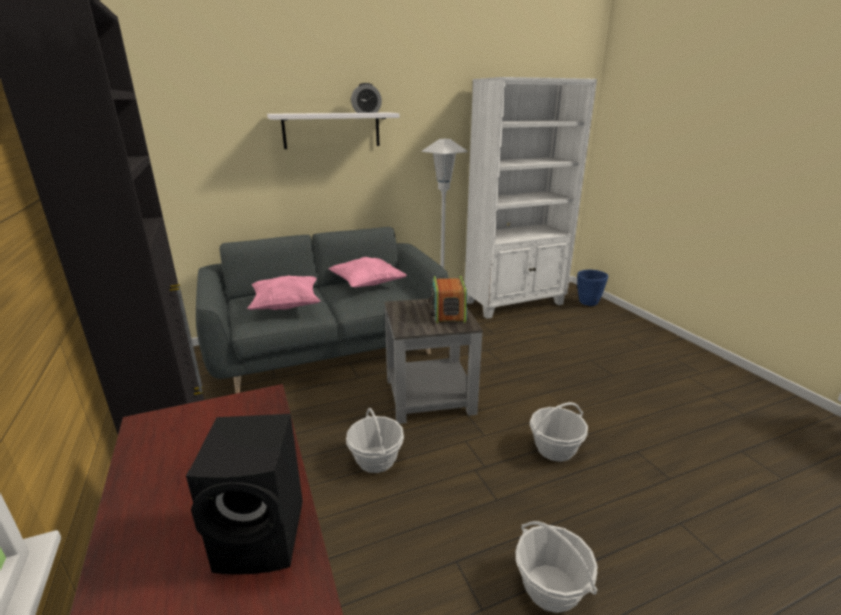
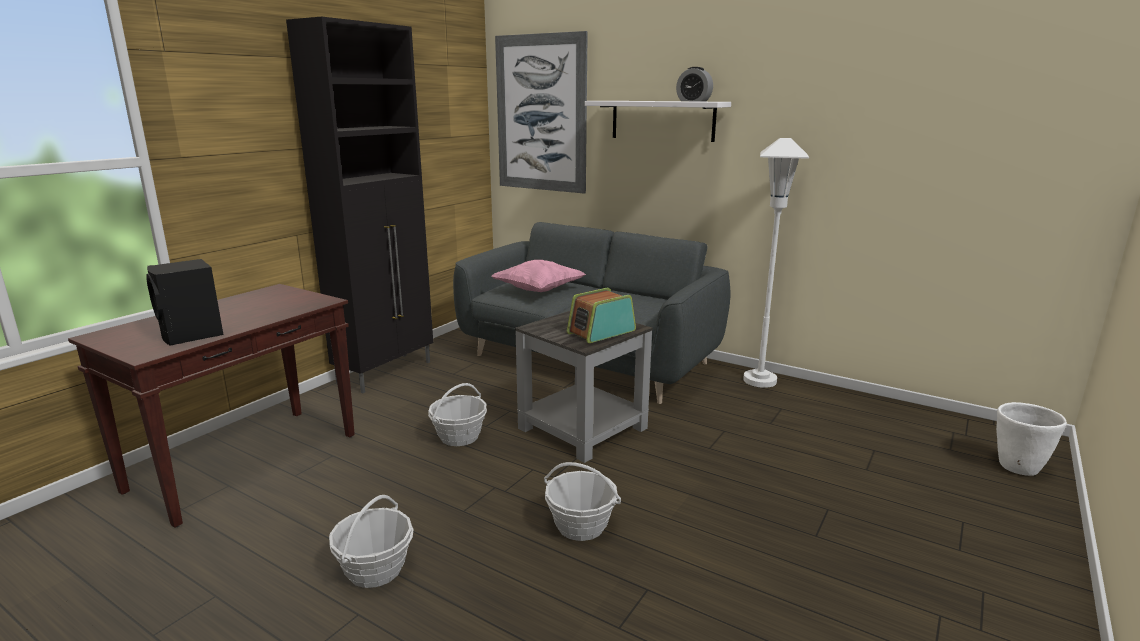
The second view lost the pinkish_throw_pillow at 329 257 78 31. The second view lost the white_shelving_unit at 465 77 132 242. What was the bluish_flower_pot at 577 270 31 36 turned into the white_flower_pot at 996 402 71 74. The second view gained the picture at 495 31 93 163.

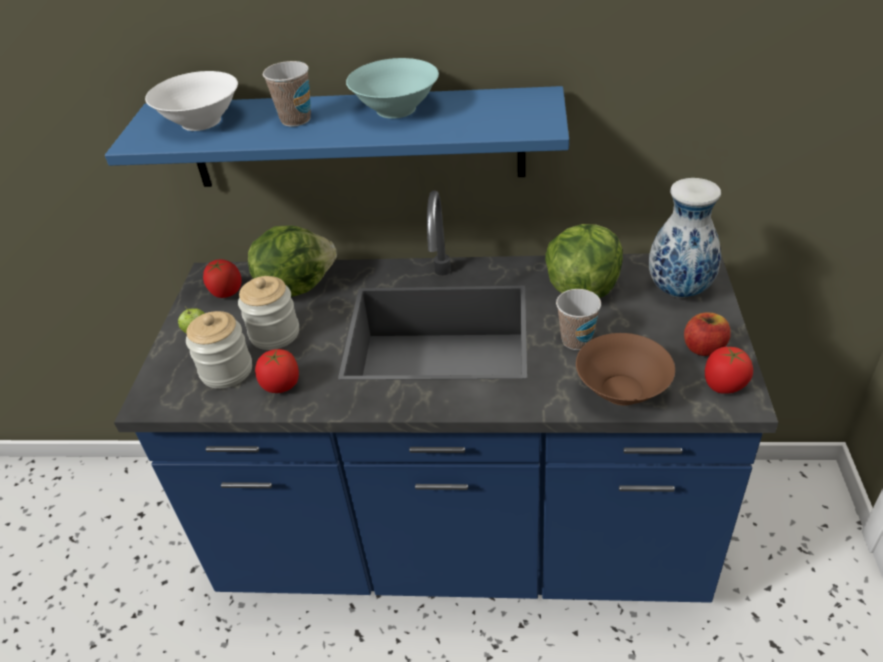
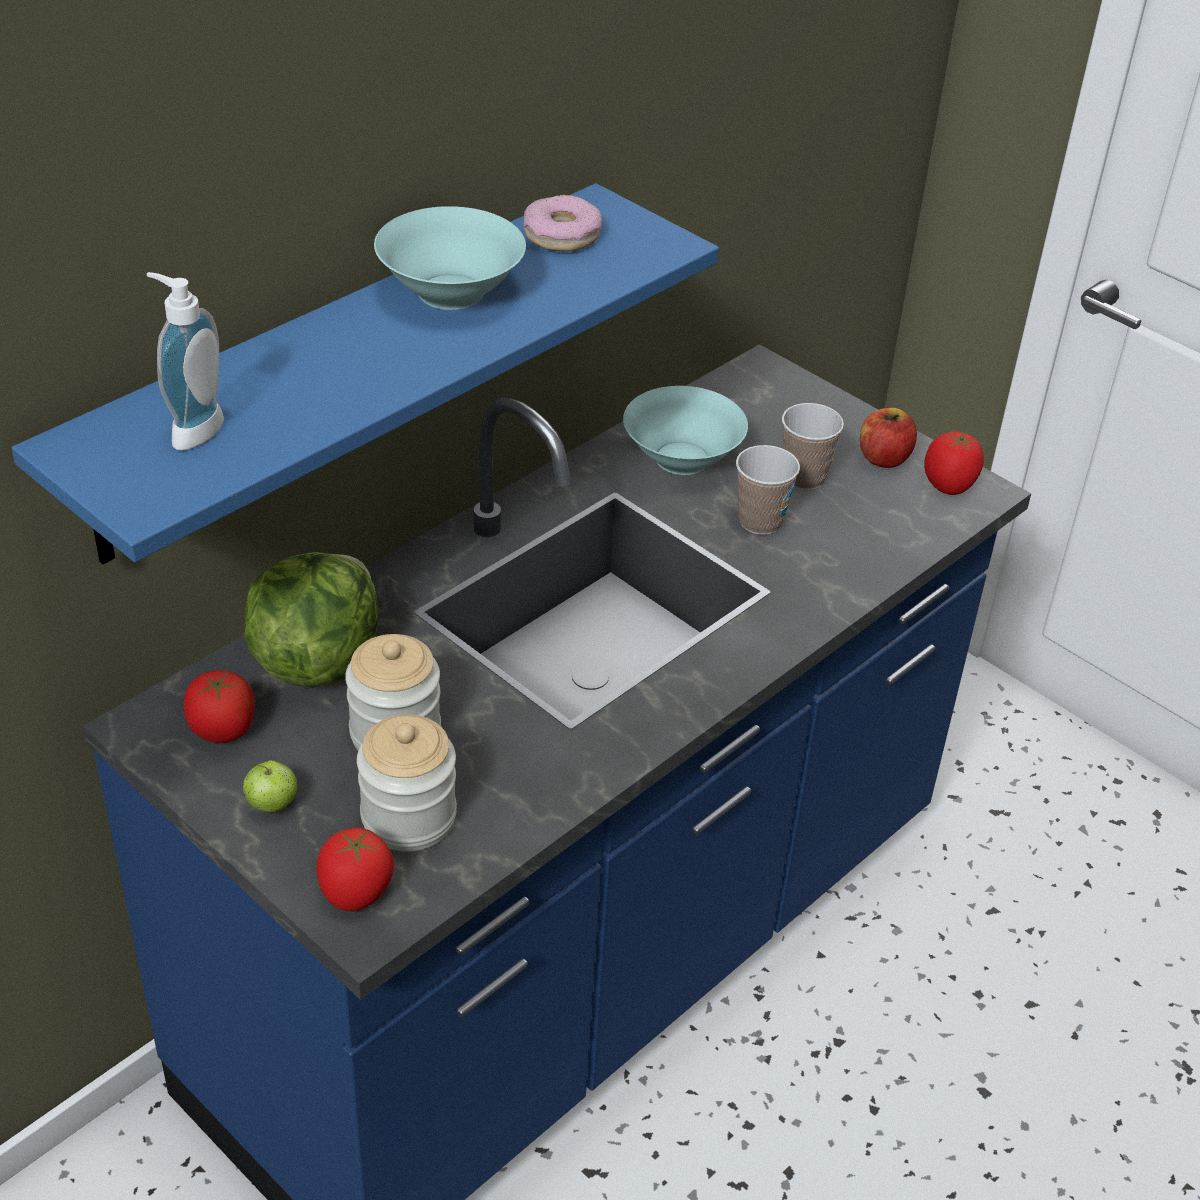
Where the white_serving_bowl stood at 145 71 93 60, the liquid_soap_bottle came to stand at 147 272 77 178. The whole_tomato ended up elsewhere, having gone from 255 349 44 44 to 316 827 78 84. The small_cup ended up elsewhere, having gone from 263 61 48 66 to 782 403 62 87. Where the head_of_lettuce stood at 545 224 78 74, the blue-green_serving_bowl came to stand at 623 386 125 89. The second view lost the brown-coloured_serving_bowl at 576 333 99 73. The second view lost the decorative_vase at 649 178 72 120. The second view gained the donut at 523 195 79 56.

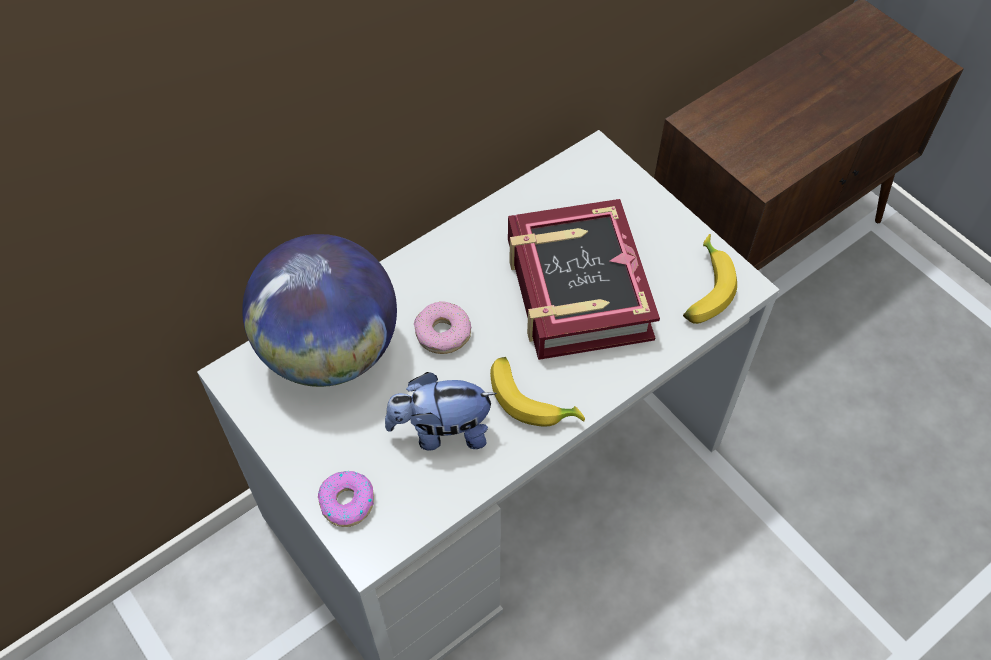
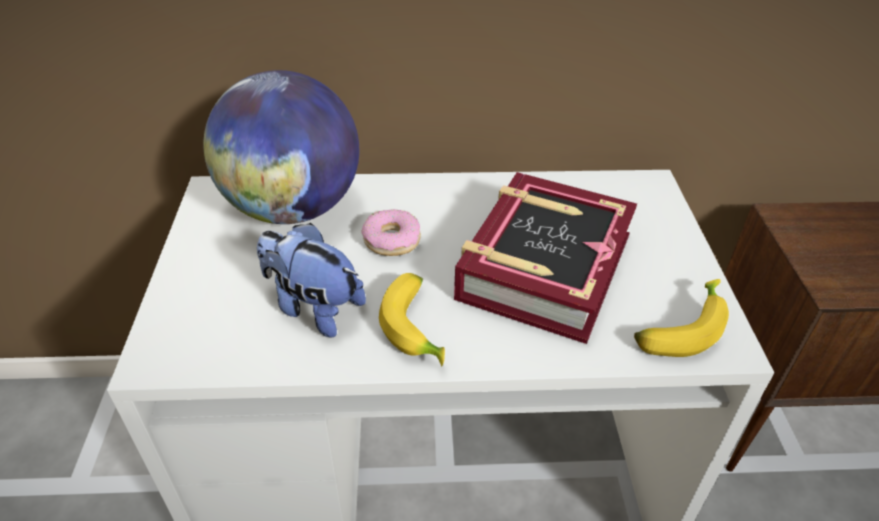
The second view lost the donut at 318 471 56 56.

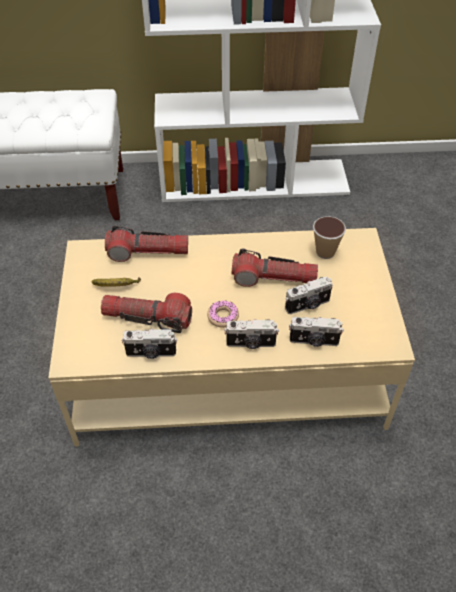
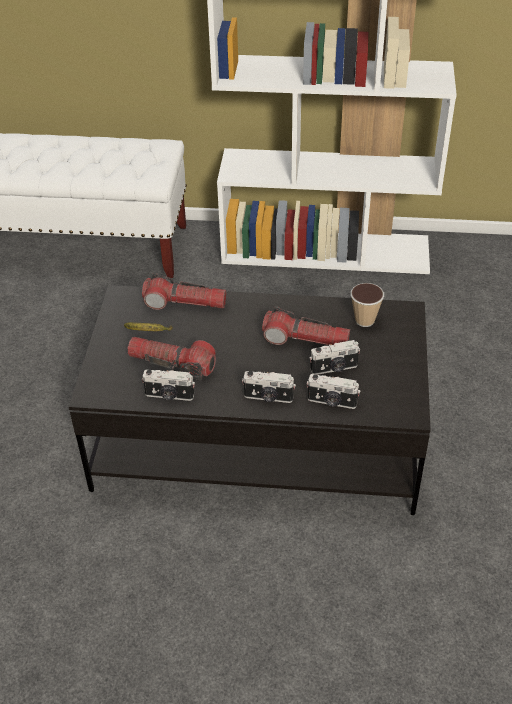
What was the beige_coffee_table at 48 228 367 219 turned into the black-coloured_coffee_table at 69 285 362 230. The second view lost the donut at 207 300 32 28.

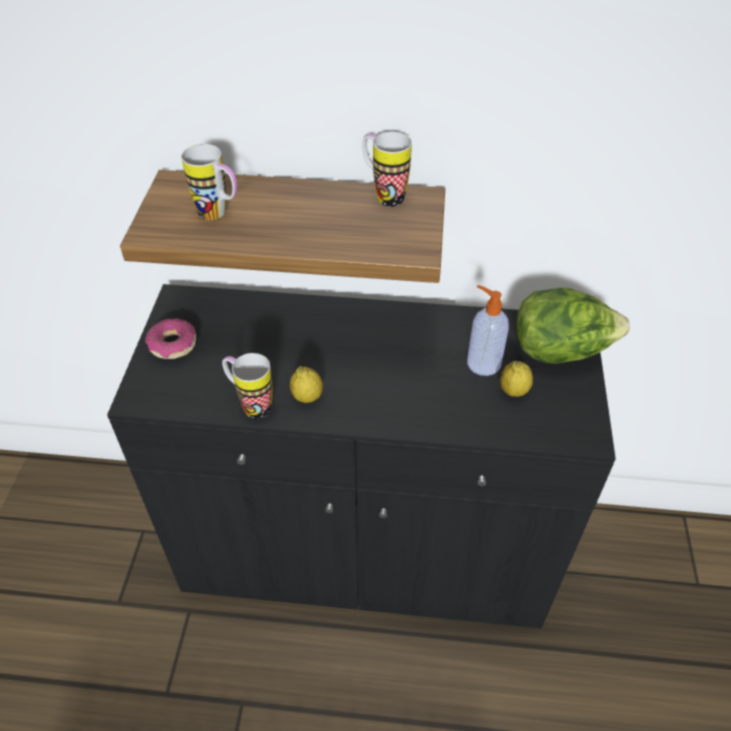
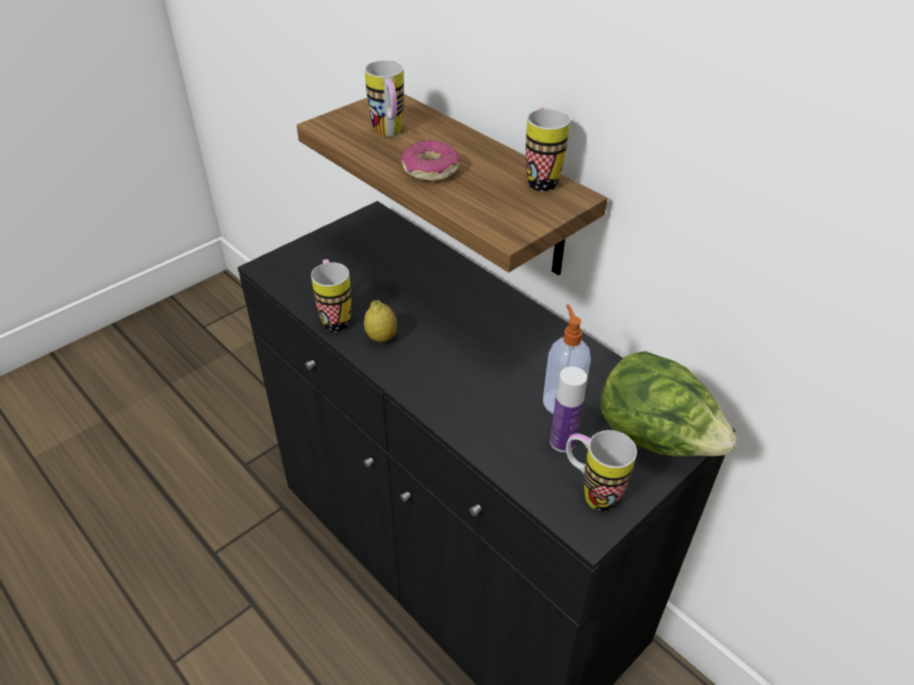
The donut ended up elsewhere, having gone from 145 318 51 41 to 400 140 61 41. Where the lemon stood at 500 361 33 36, the beverage_bottle came to stand at 550 366 37 86. The second view gained the tea_mug at 566 430 71 82.

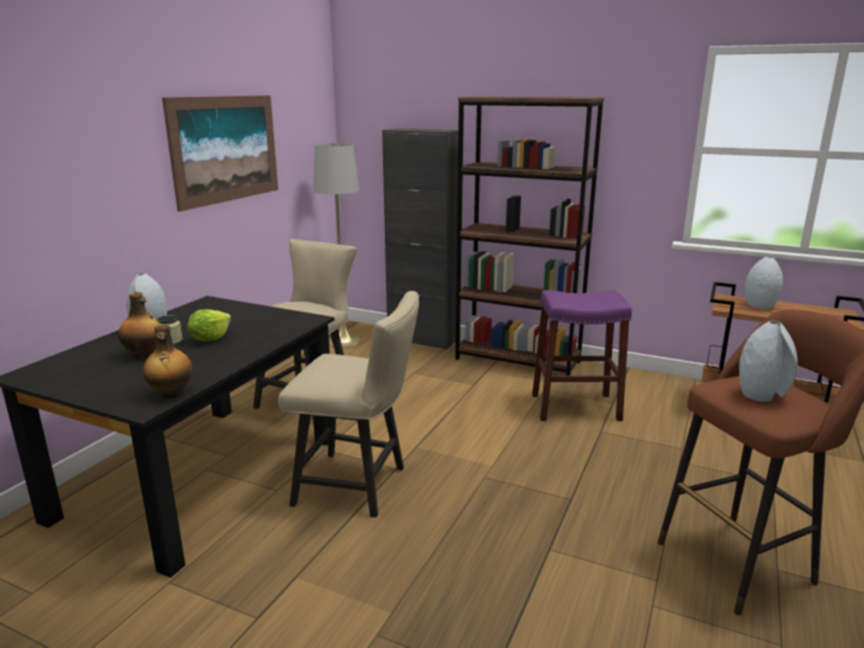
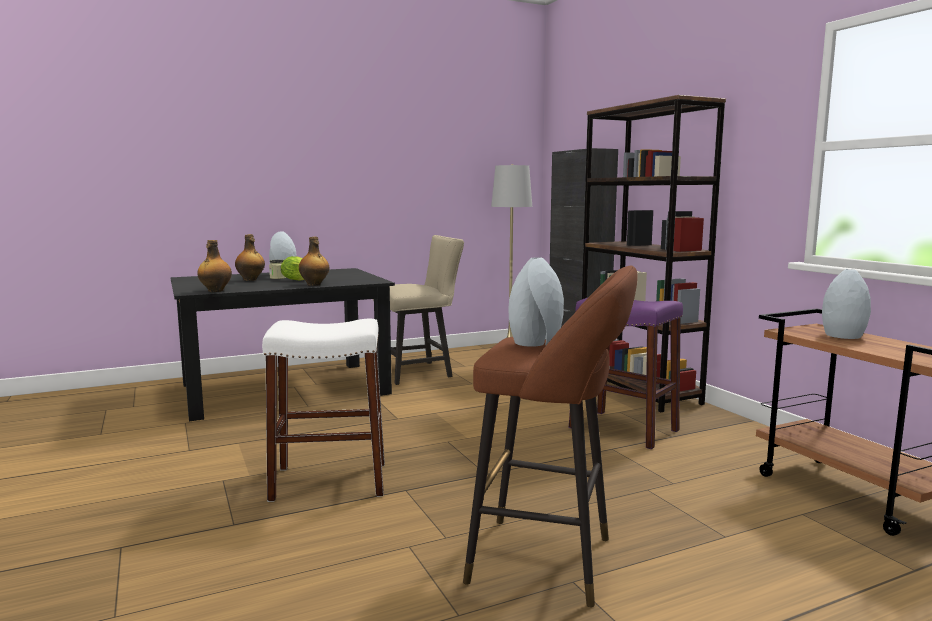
The second view lost the picture at 162 95 116 117. The second view lost the beige_upright_chair at 278 291 141 226. The second view gained the white_stool_seat at 262 319 123 183. The second view gained the beverage_bottle at 299 237 30 49.

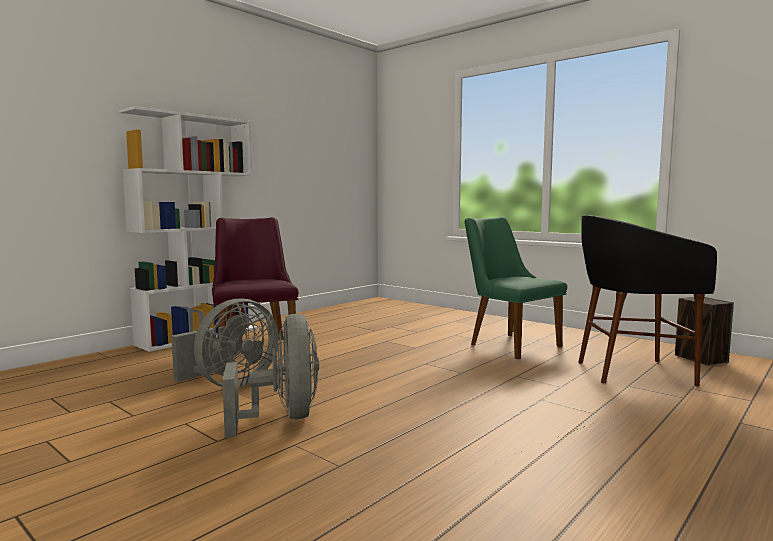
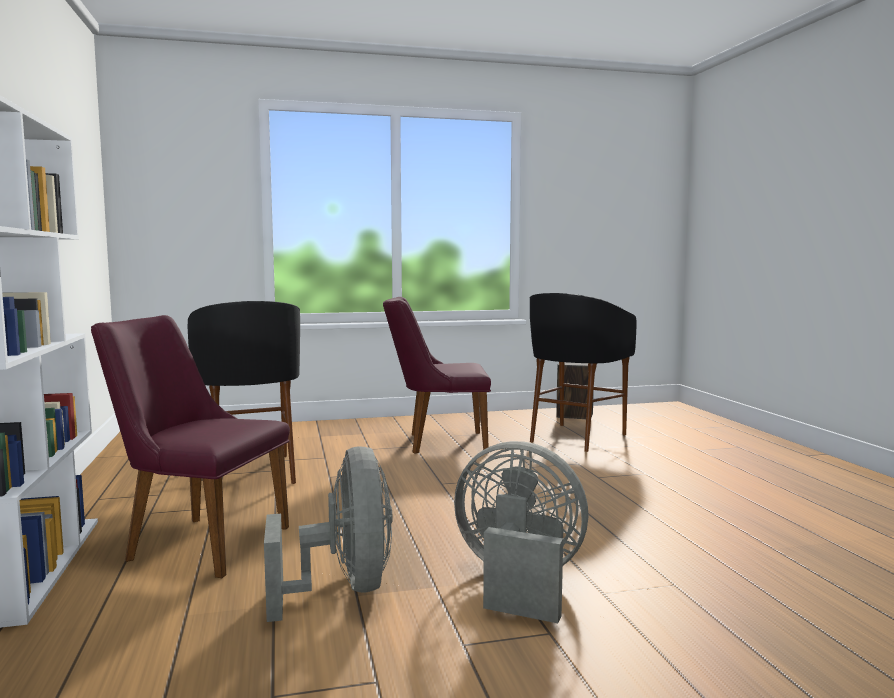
What was the greenish_upright_chair at 465 217 102 142 turned into the purple-coloured_upright_chair at 383 297 108 157. The second view gained the black-coloured_stool_seat at 188 301 112 183.

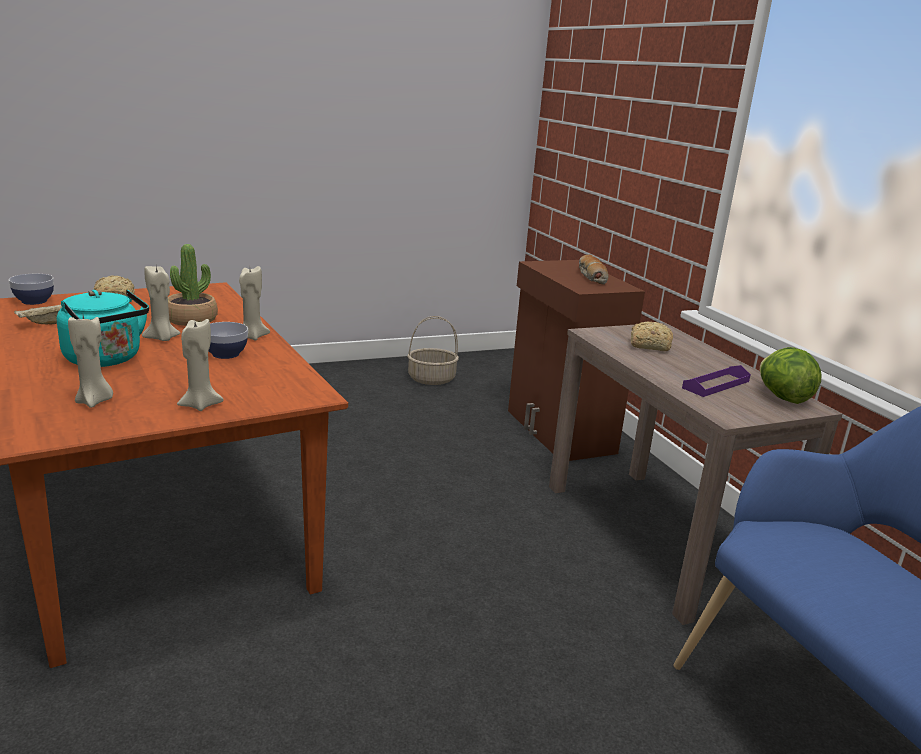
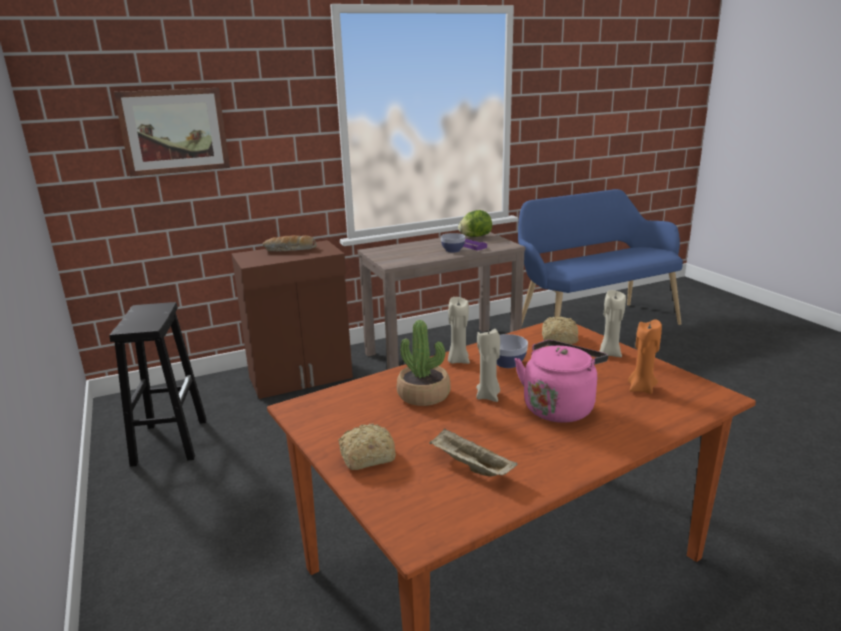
The serving_bowl ended up elsewhere, having gone from 9 274 45 31 to 441 233 24 19. What was the blue-green_kettle at 57 289 92 78 turned into the pinkish_kettle at 515 340 93 83. What was the beige_wax_light at 68 316 45 92 turned into the orange-coloured_wax_light at 628 319 34 75. Where the storage_basket stood at 407 316 52 69, the black-coloured_stool_seat came to stand at 109 302 98 165. The baked_bread ended up elsewhere, having gone from 631 322 42 29 to 542 316 37 28. The second view gained the picture at 114 88 116 89.

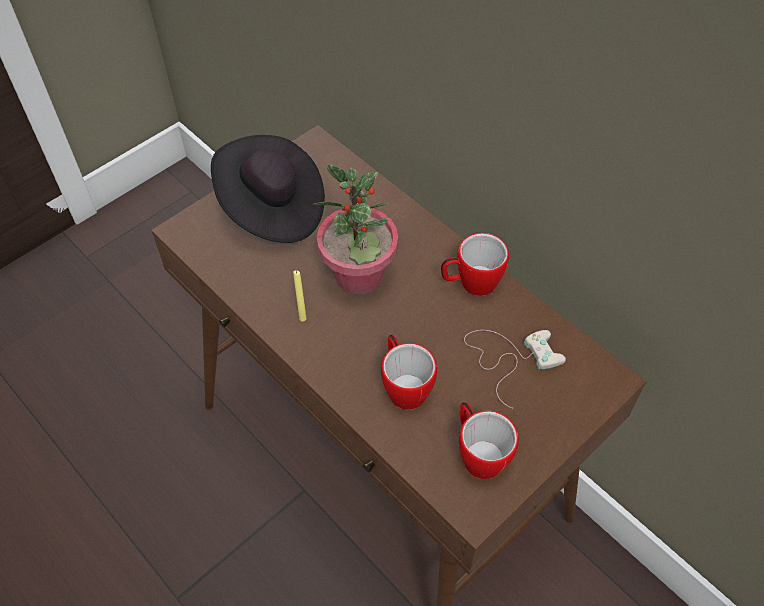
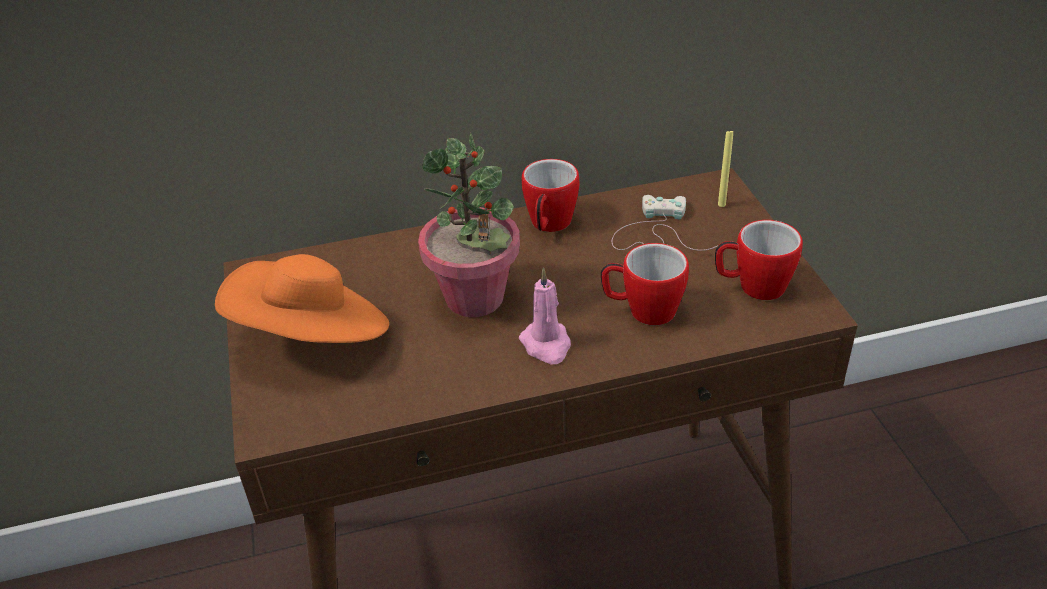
What was the black-coloured_wearable_hat at 211 135 114 108 turned into the orange-coloured_wearable_hat at 215 254 174 89. The yellowish_wax_light ended up elsewhere, having gone from 293 270 13 52 to 718 131 15 76. The second view gained the pinkish_wax_light at 519 268 52 97.

